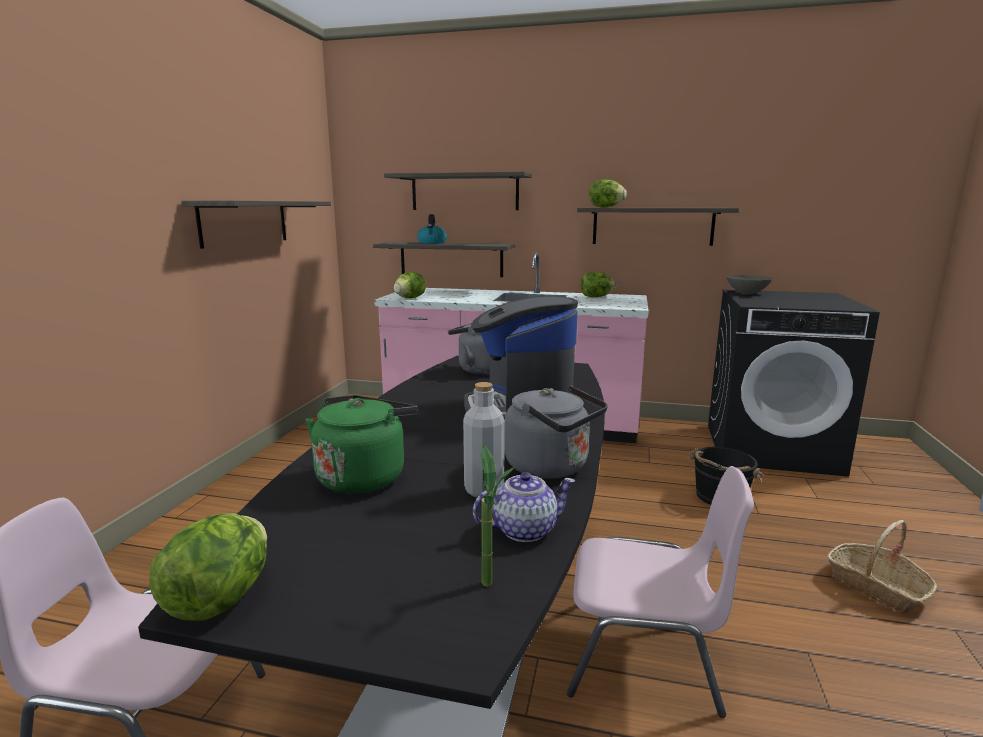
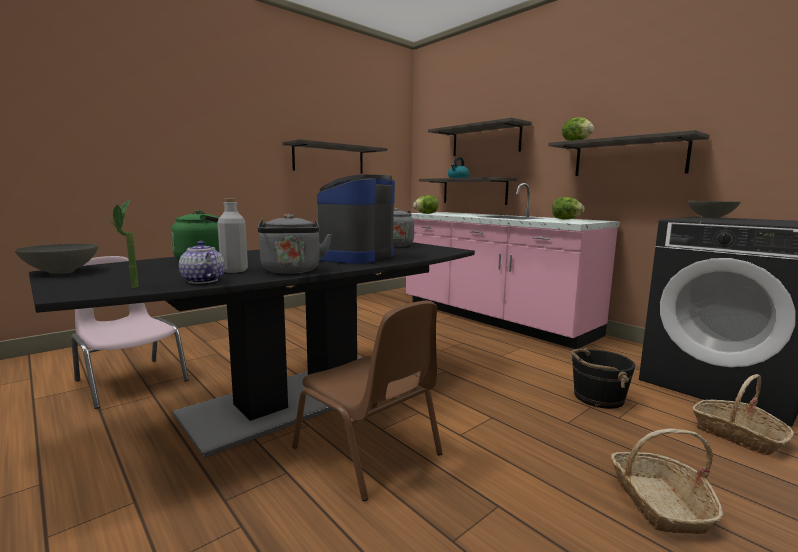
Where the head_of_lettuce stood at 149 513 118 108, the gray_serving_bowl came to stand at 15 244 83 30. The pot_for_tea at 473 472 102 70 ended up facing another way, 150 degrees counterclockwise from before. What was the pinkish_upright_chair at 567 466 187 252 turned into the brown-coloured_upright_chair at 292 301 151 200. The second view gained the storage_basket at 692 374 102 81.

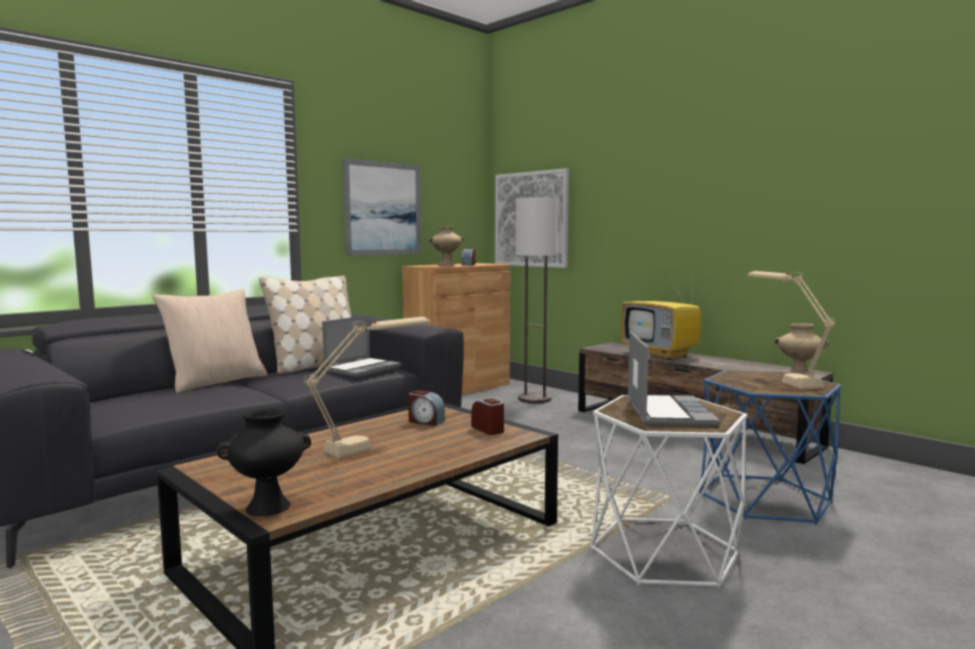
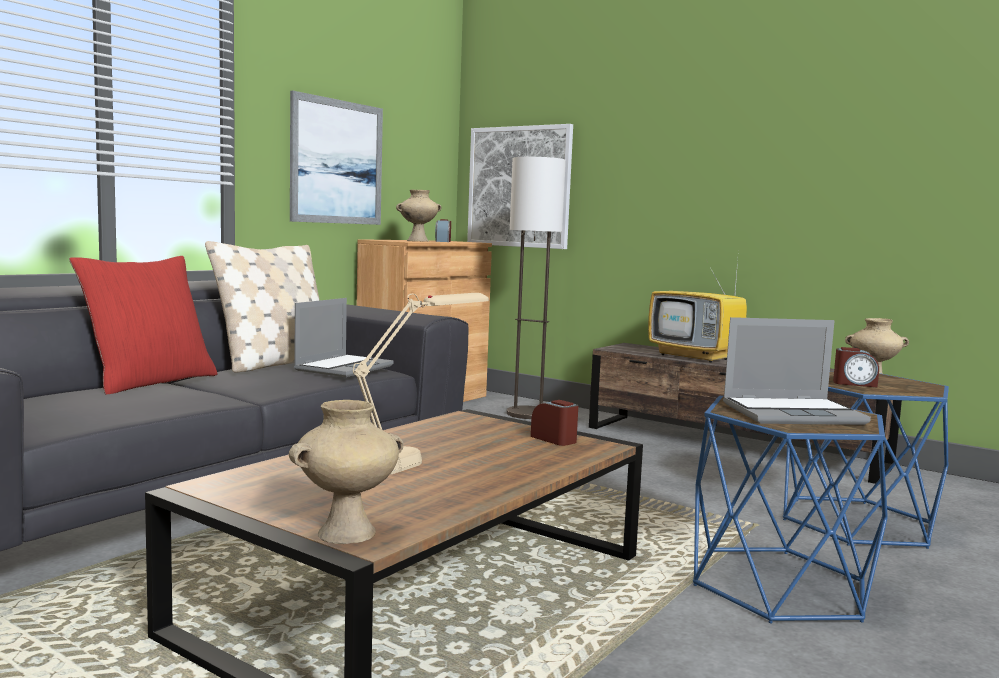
What was the beige_throw_pillow at 153 289 115 104 turned into the red_throw_pillow at 69 256 148 138. What was the black-coloured_decorative_vase at 217 408 94 108 turned into the beige_decorative_vase at 289 400 114 144. The table_clock ended up elsewhere, having gone from 408 390 37 36 to 833 347 46 41. What was the white_accent_table at 591 395 157 194 turned into the bluish_accent_table at 693 396 195 227. The laptop at 627 332 93 94 ended up facing another way, 90 degrees clockwise from before. The second view lost the beige_table_lamp at 748 271 87 118.

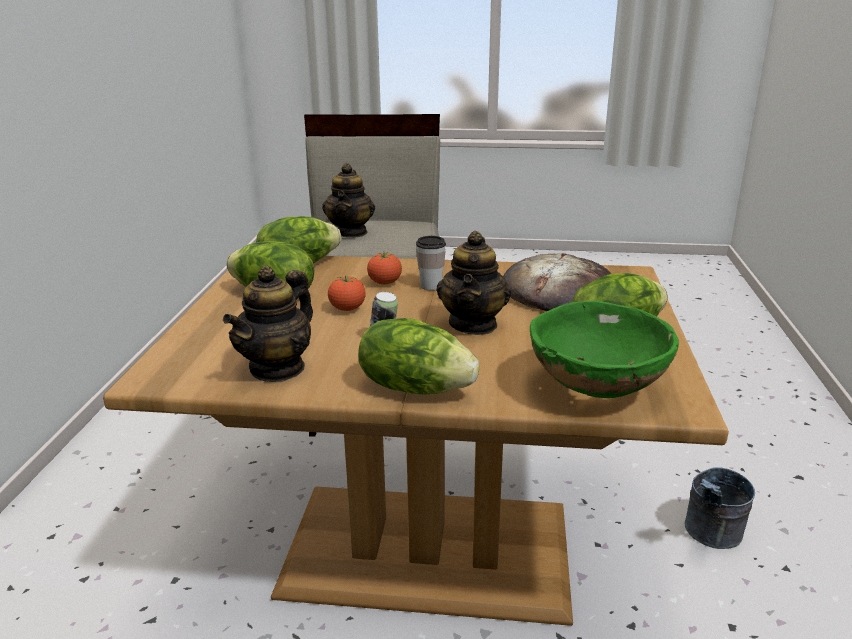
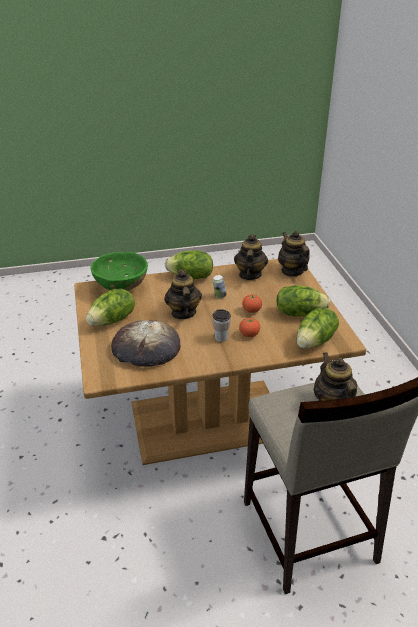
The second view lost the gray_bucket at 685 467 70 82. The second view gained the pot_for_tea at 278 231 32 46.

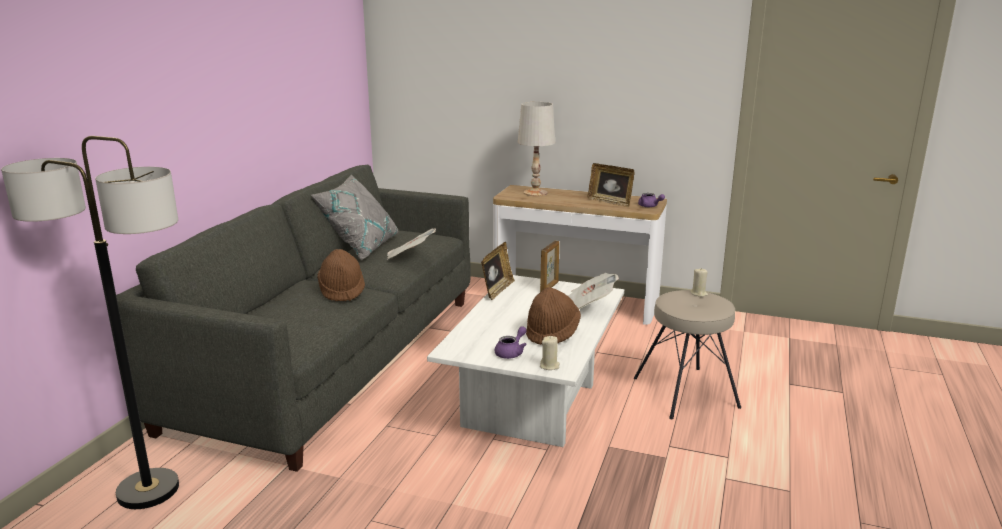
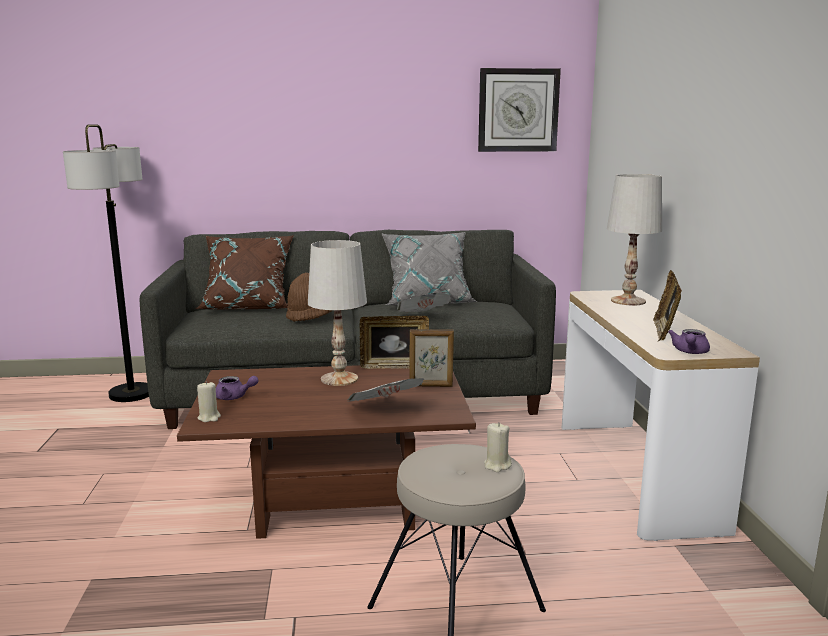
What was the white_coffee_table at 427 275 197 172 turned into the brown-coloured_coffee_table at 177 365 299 174. The second view lost the brown-coloured_wearable_hat at 526 287 55 58. The second view gained the brown-coloured_throw_pillow at 195 235 99 74. The second view gained the white_table_lamp at 308 240 59 146. The second view gained the hanging_clock at 478 68 83 84.

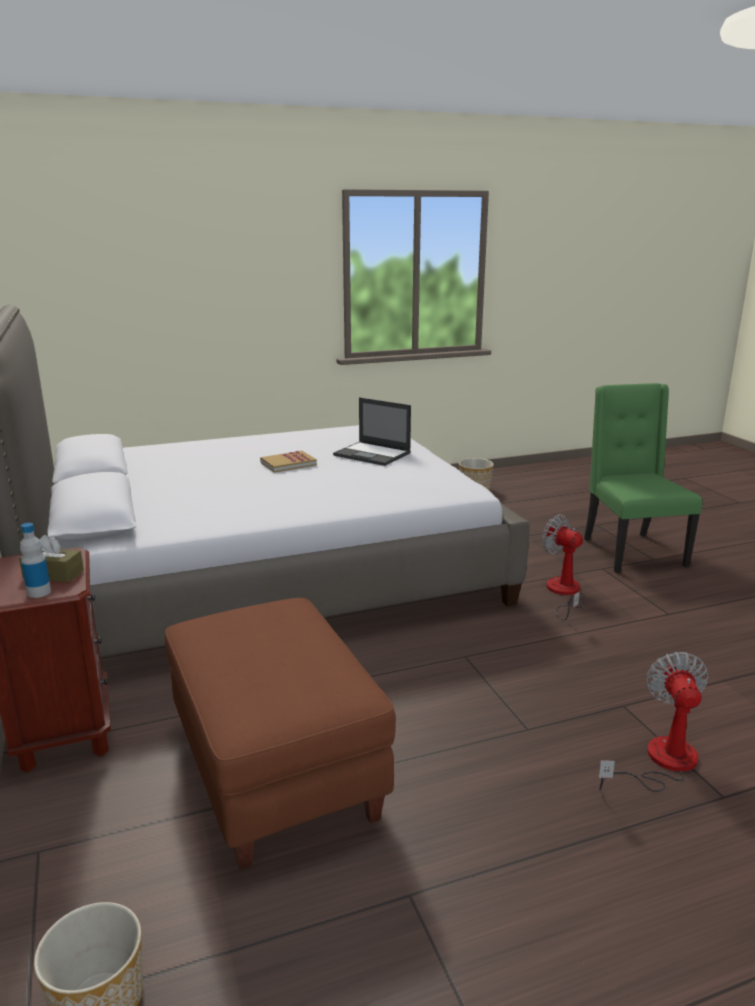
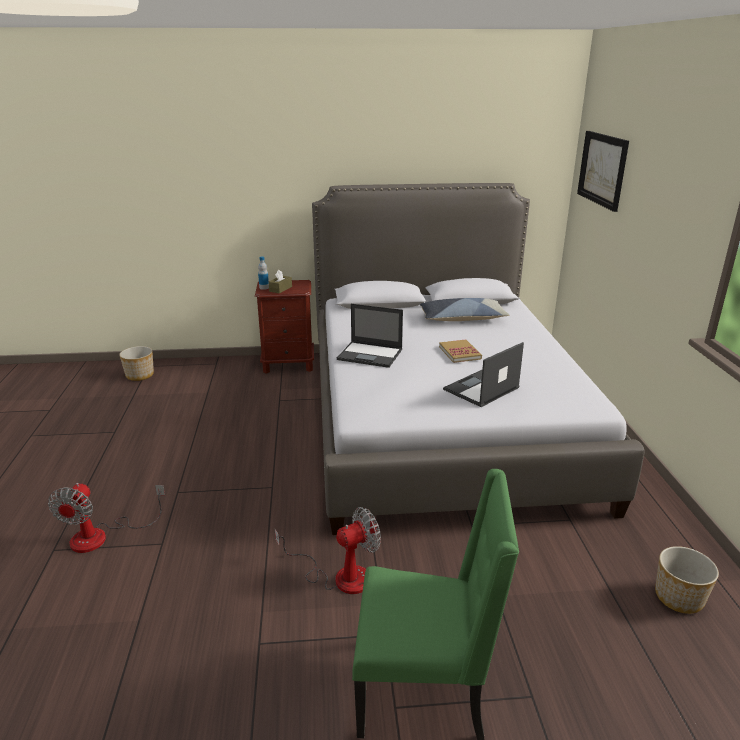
The second view lost the brown-coloured_pouffe at 165 598 231 272. The fan at 599 652 110 140 ended up facing another way, 75 degrees clockwise from before. The second view gained the laptop at 337 304 66 64. The second view gained the throw_pillow at 420 298 89 23. The second view gained the picture at 577 131 52 81.

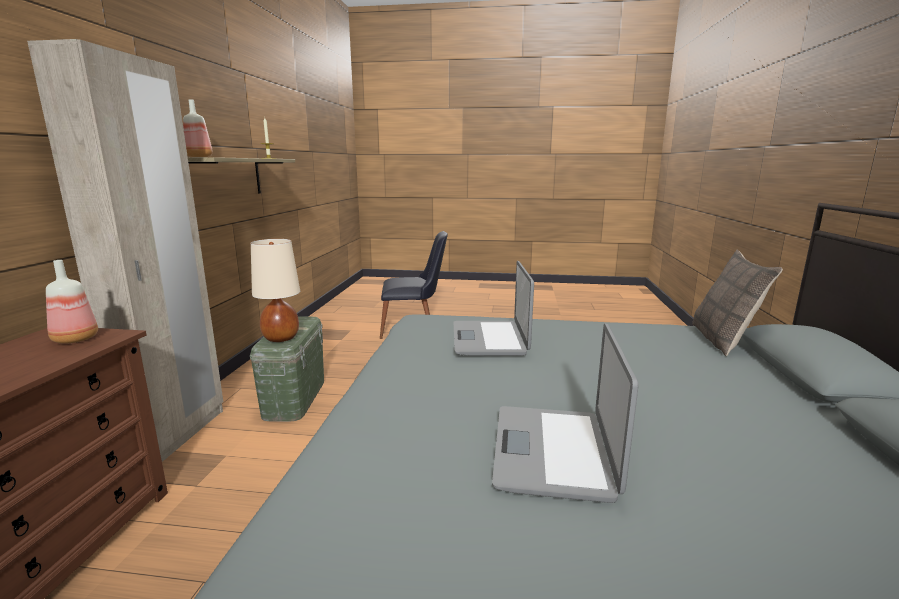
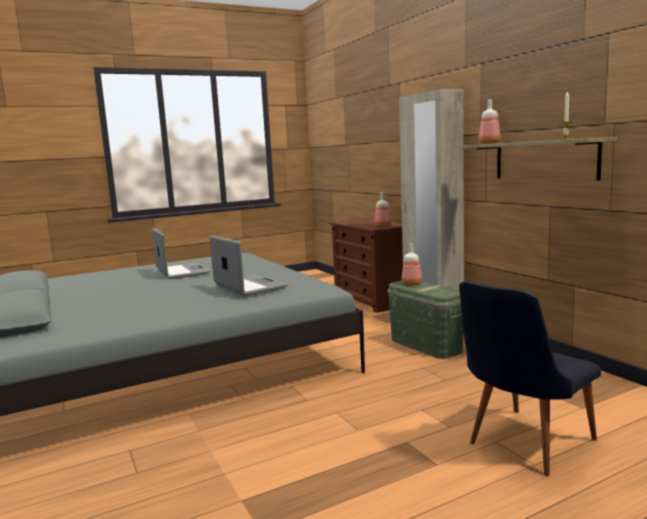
Where the beige_table_lamp stood at 251 239 49 103, the beverage_bottle came to stand at 402 243 20 42. The second view lost the throw_pillow at 692 250 91 106.

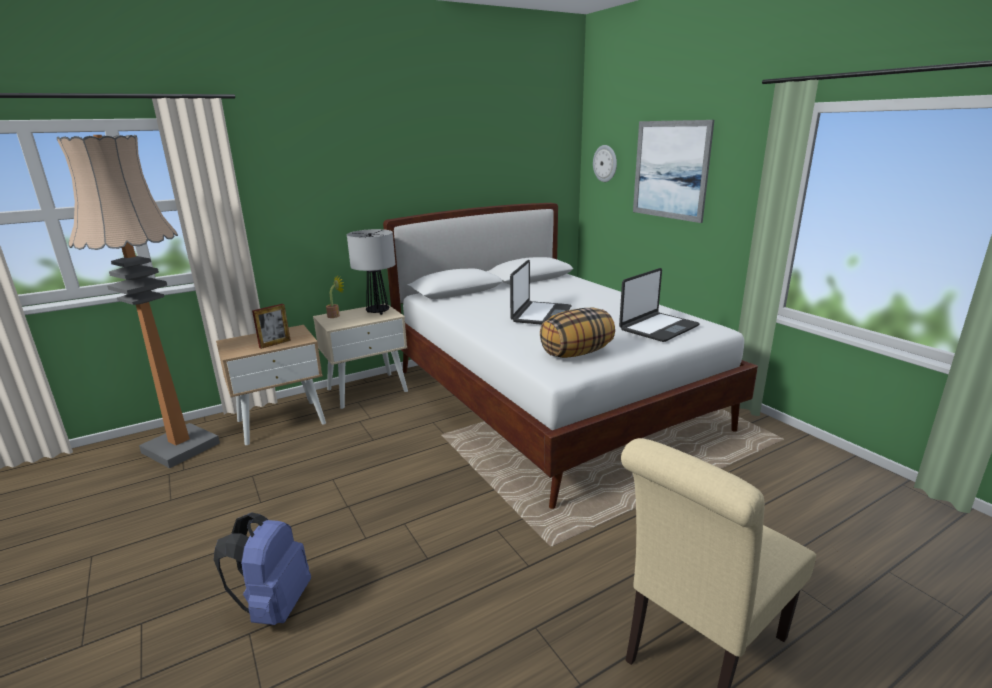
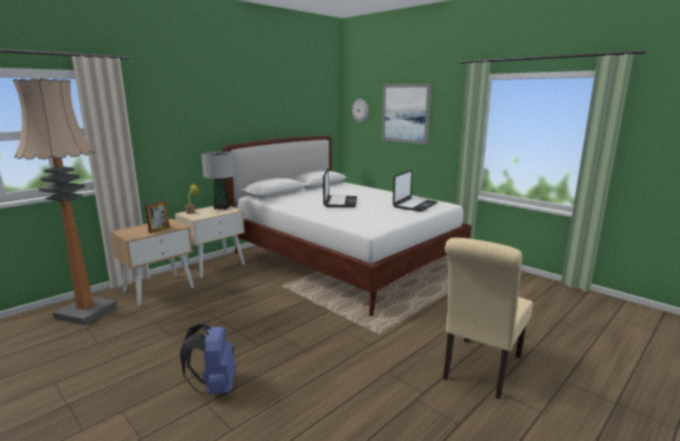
The second view lost the throw_pillow at 540 307 75 51.

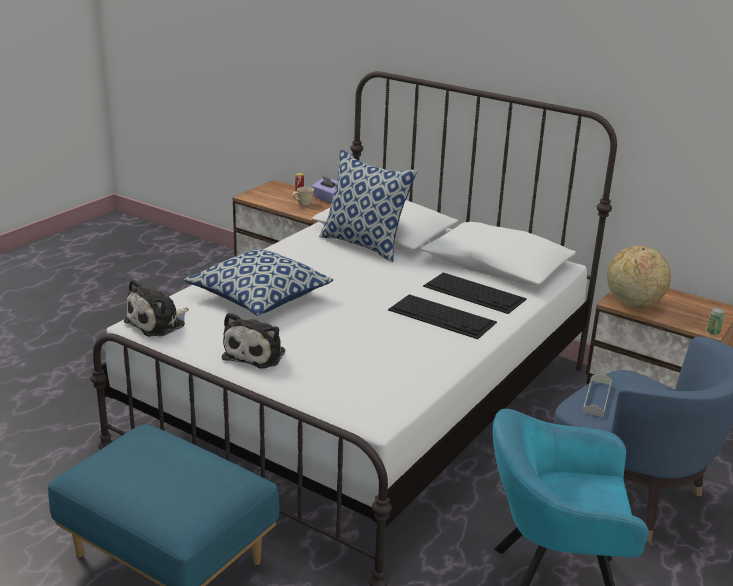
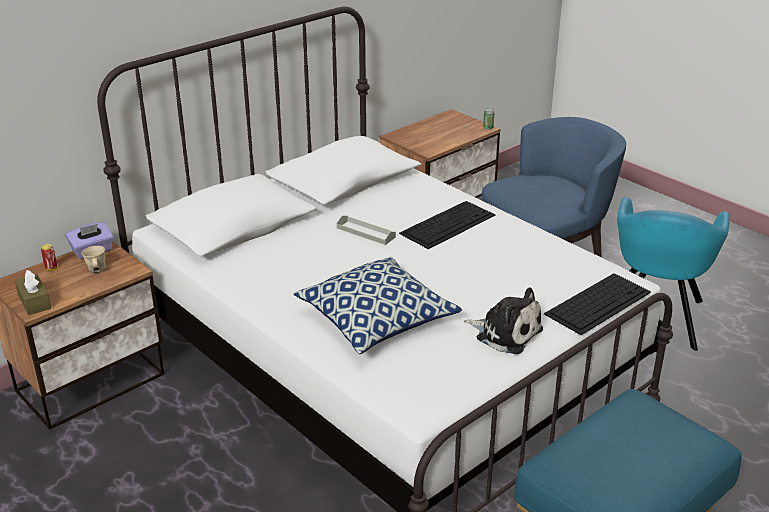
The second view lost the plush_toy at 124 279 65 58. The second view lost the throw_pillow at 319 149 98 113. The keyboard ended up elsewhere, having gone from 423 272 104 42 to 544 273 107 62. The gray_tray ended up elsewhere, having gone from 582 373 30 44 to 337 216 59 29. The second view lost the desk_globe at 607 246 64 62. The second view gained the brown-coloured_tissue_box at 15 270 36 45.

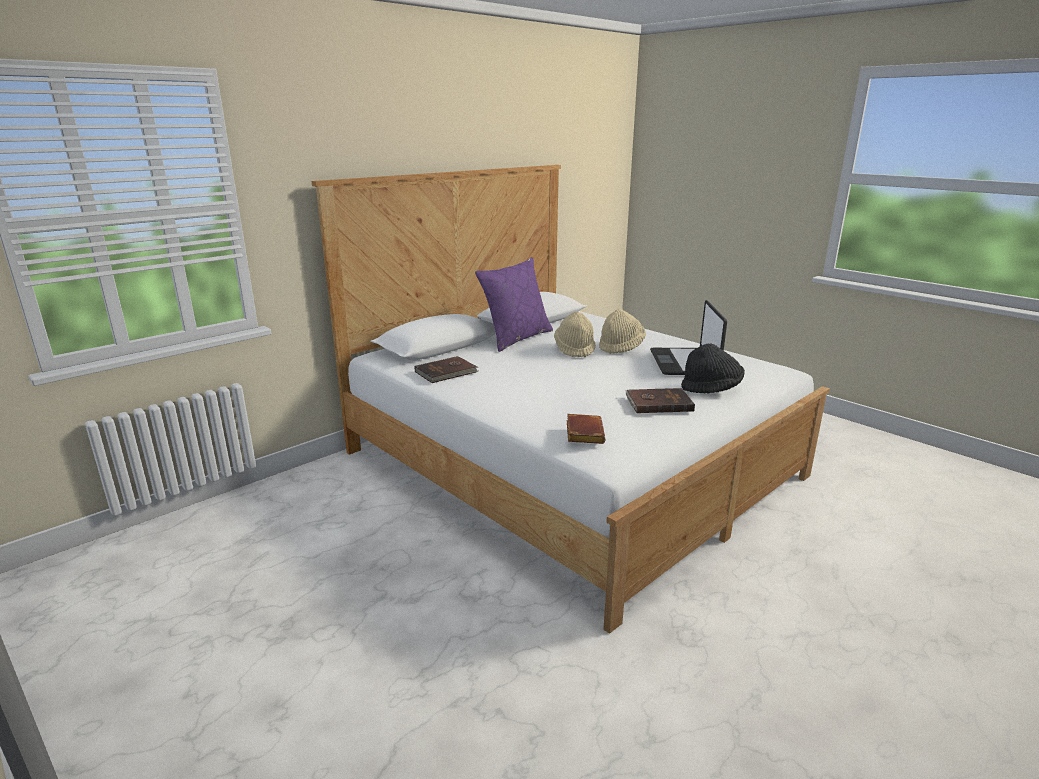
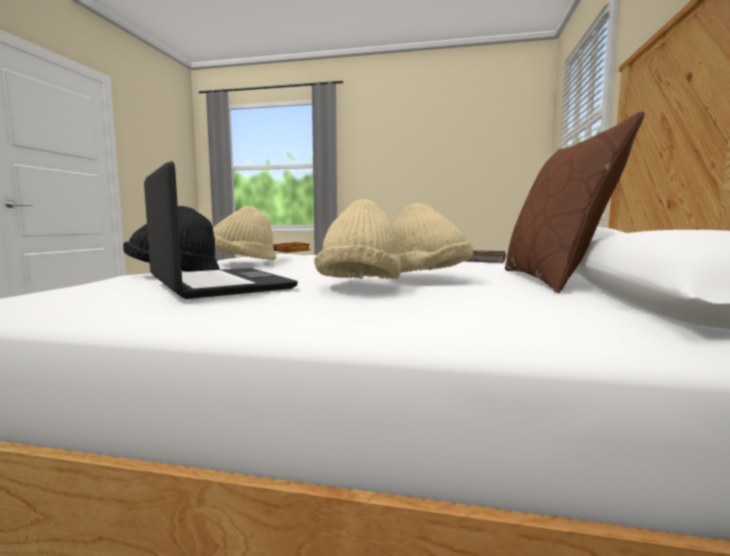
What was the purple-coloured_throw_pillow at 475 257 78 95 turned into the brown-coloured_throw_pillow at 505 111 139 182. Where the brown-coloured_bound_book stood at 625 388 70 25, the beige_wearable_hat came to stand at 213 206 64 54.

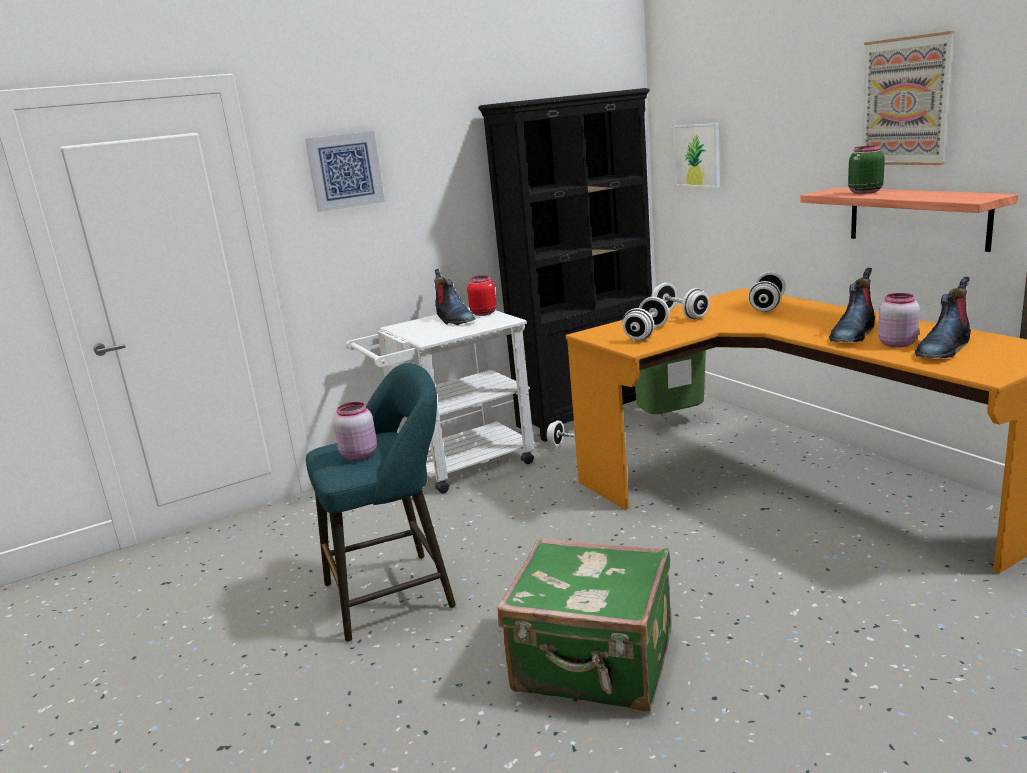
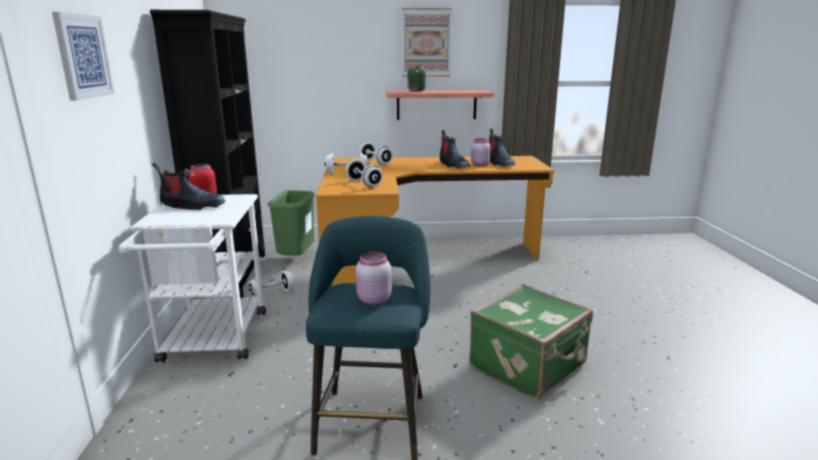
The second view lost the picture at 674 123 46 65.

